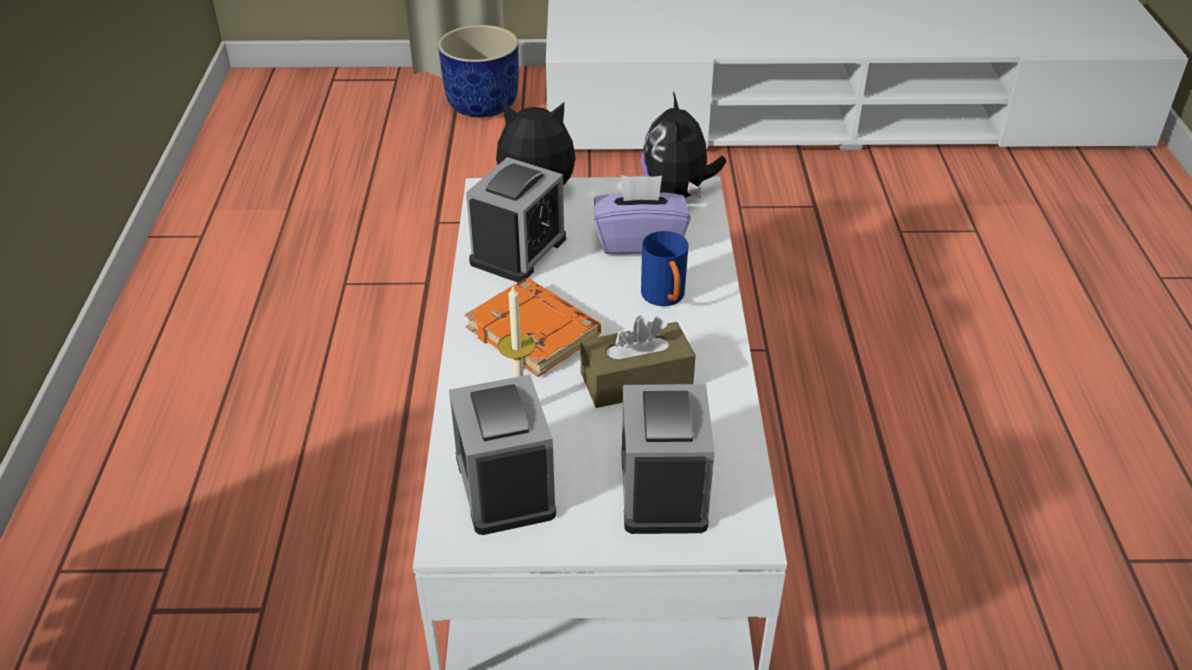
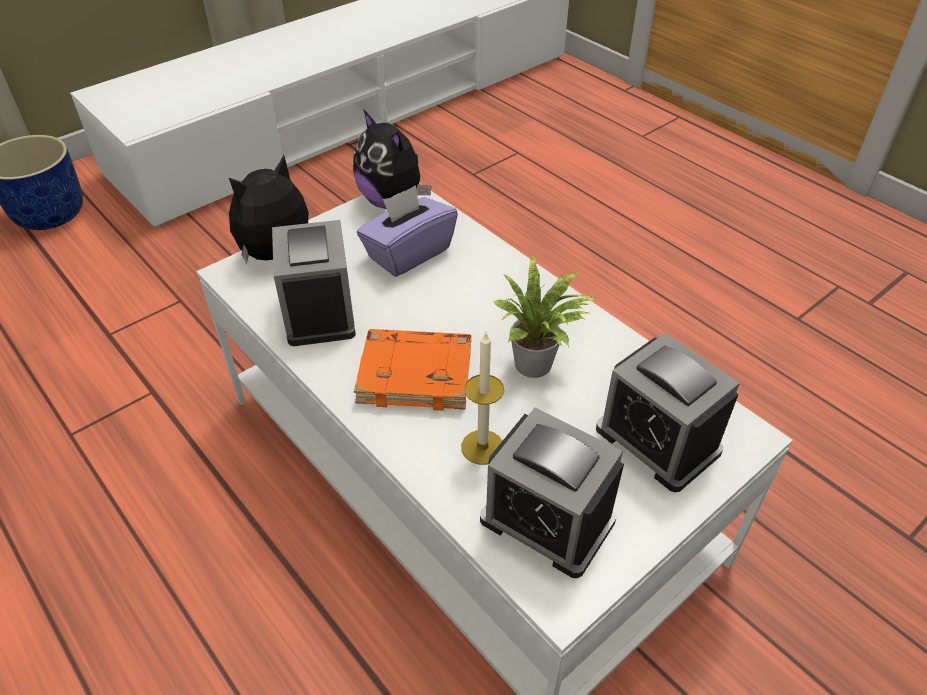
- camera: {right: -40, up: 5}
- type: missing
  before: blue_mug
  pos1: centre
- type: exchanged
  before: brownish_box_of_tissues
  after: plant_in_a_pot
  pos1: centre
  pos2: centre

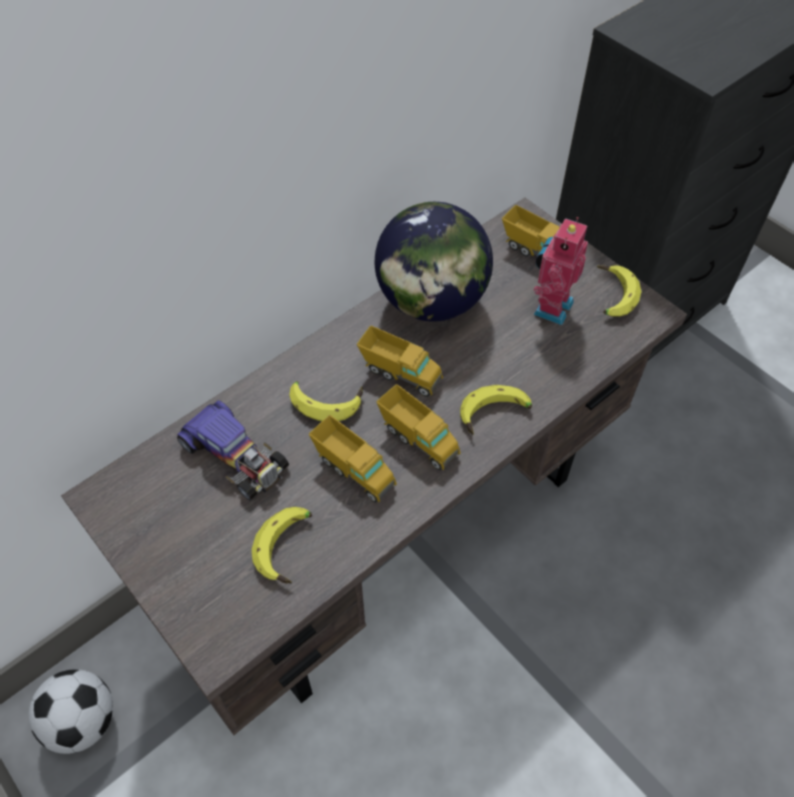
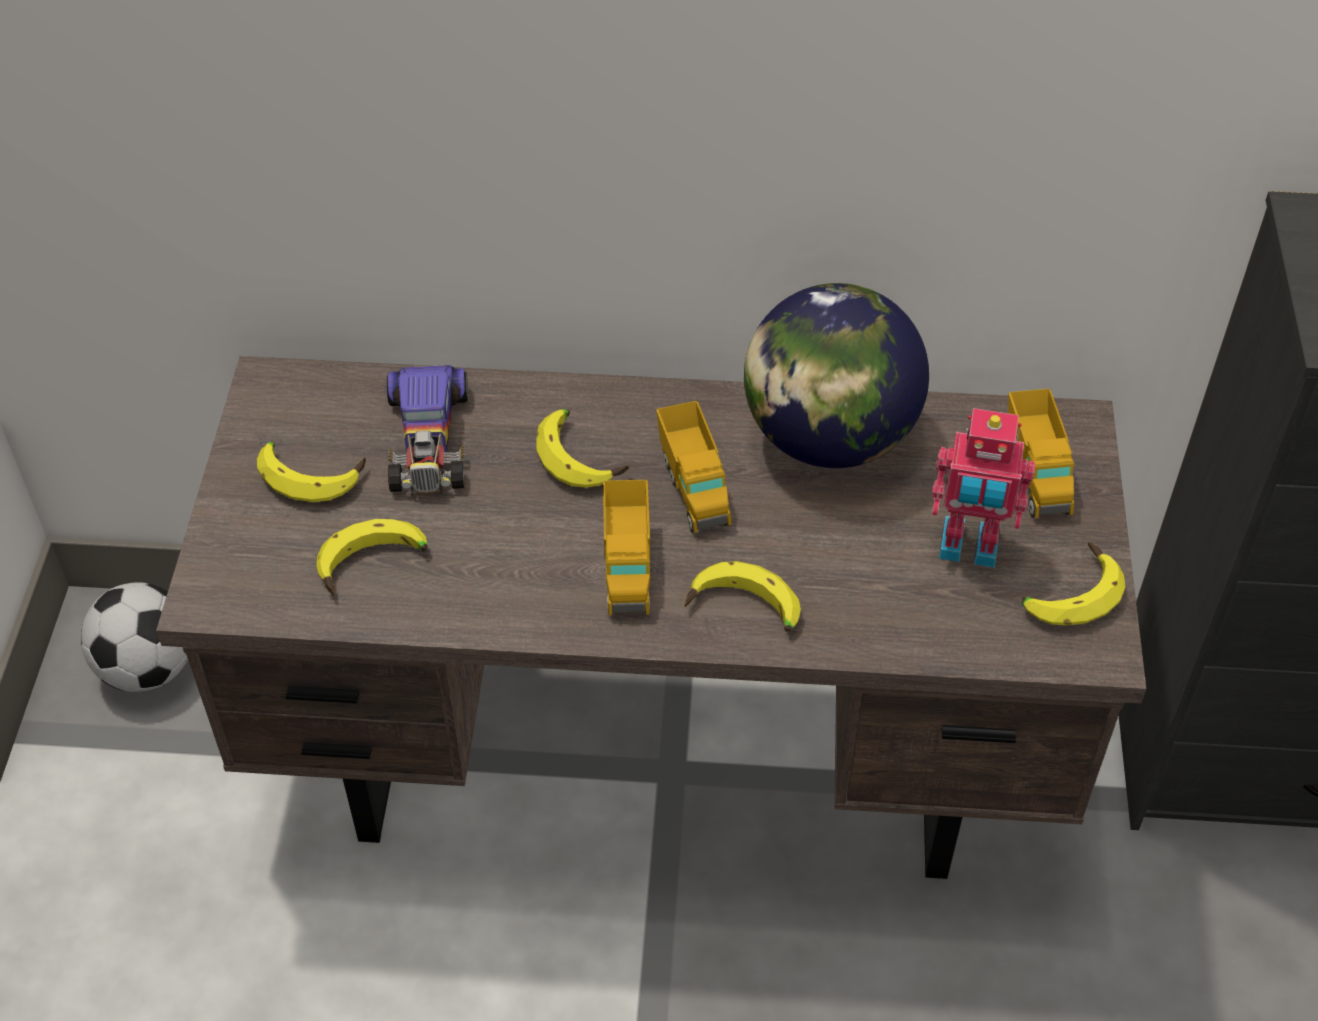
- camera: {right: 45, up: -5}
- type: missing
  before: model_truck (no. 1 from left)
  pos1: centre
- type: appeared
  after: banana (no. 1 from left)
  pos2: middle left
- type: spun
  before: robot_figure
  pos1: middle right
  pos2: middle right
  turn: -150

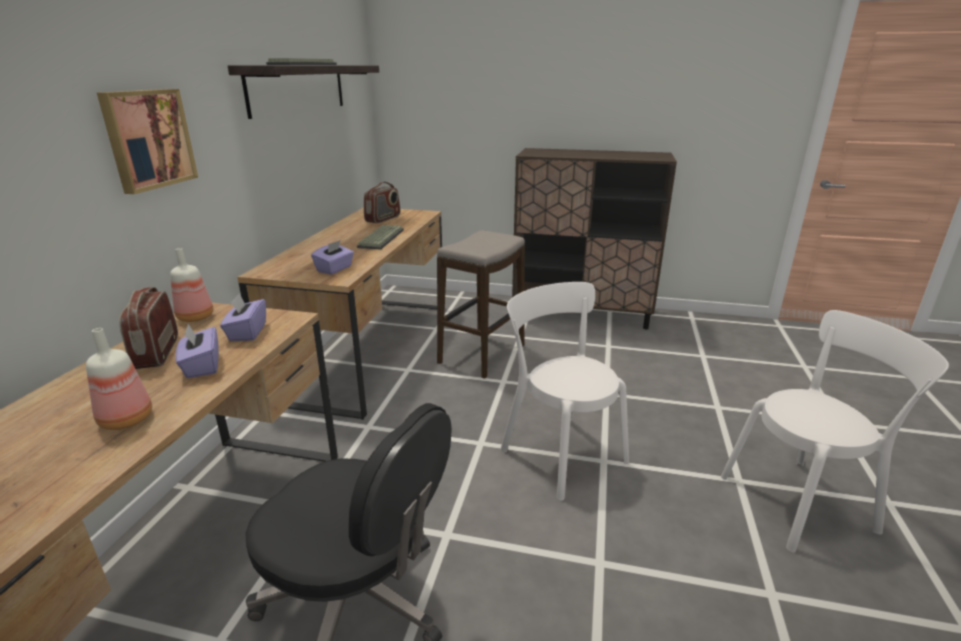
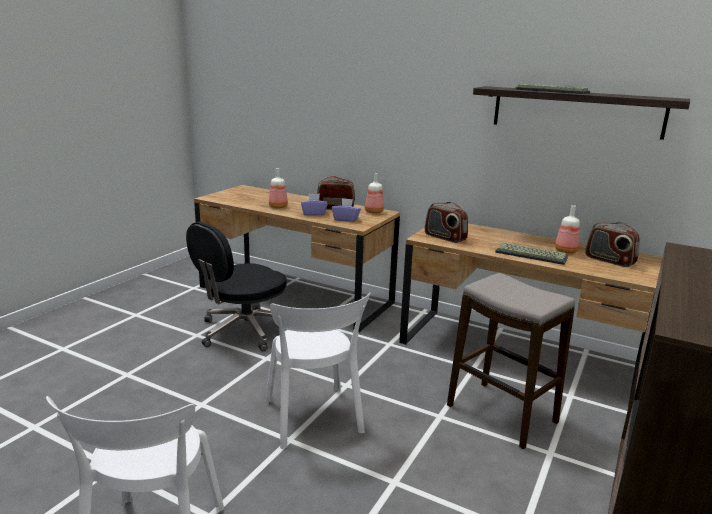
- camera: {right: 105, up: -5}
- type: missing
  before: wall_art
  pos1: top left
- type: appeared
  after: beverage_bottle (no. 3 from left)
  pos2: middle right
- type: exchanged
  before: purplish_box_of_tissues (no. 3 from left)
  after: radio_receiver (no. 2 from left)
  pos1: centre
  pos2: centre
- type: spun
  before: whitish_plain_chair (no. 1 from left in the first image)
  pos1: centre
  pos2: bottom centre
  turn: 90

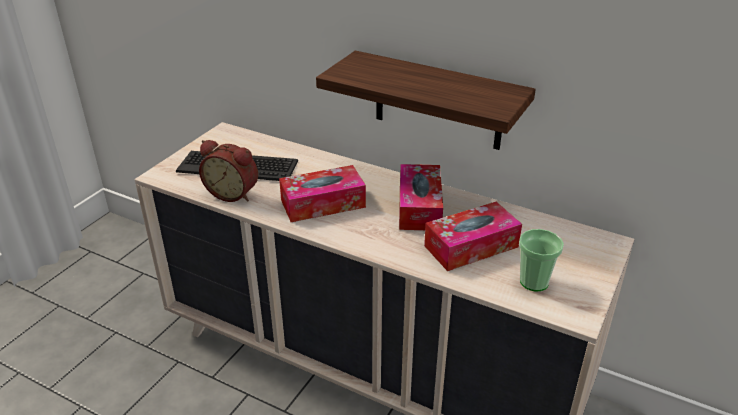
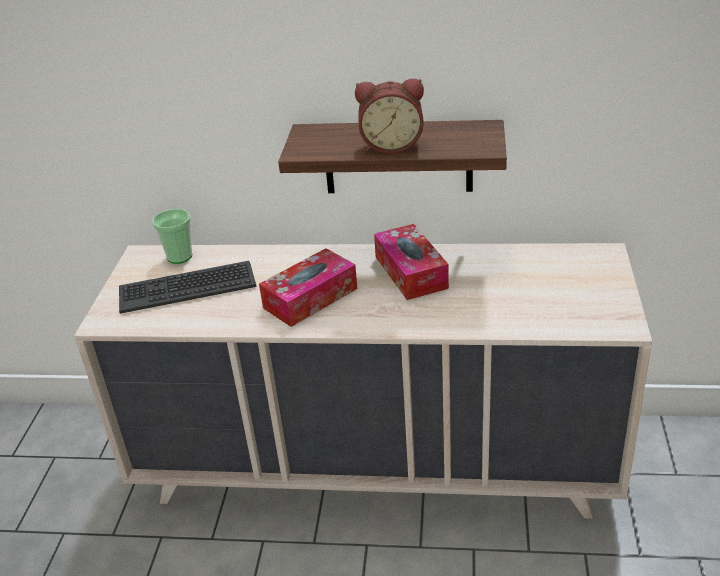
- camera: {right: -20, up: 0}
- type: missing
  before: box_of_tissues (no. 3 from left)
  pos1: centre
- type: relocated
  before: table_clock
  pos1: middle left
  pos2: top centre
- type: relocated
  before: drinking_cup
  pos1: middle right
  pos2: middle left

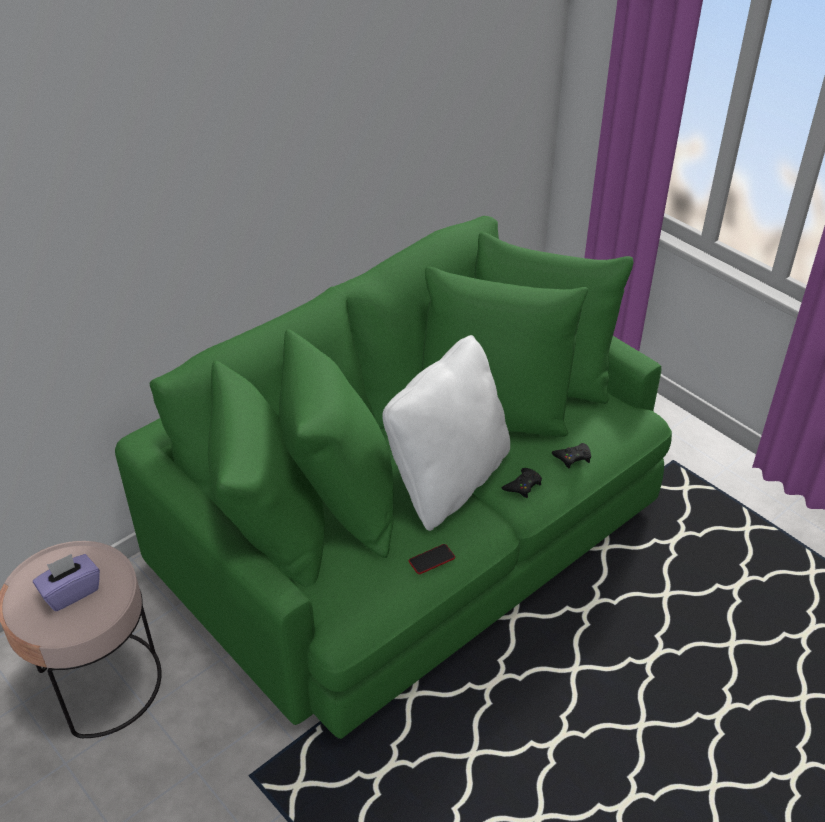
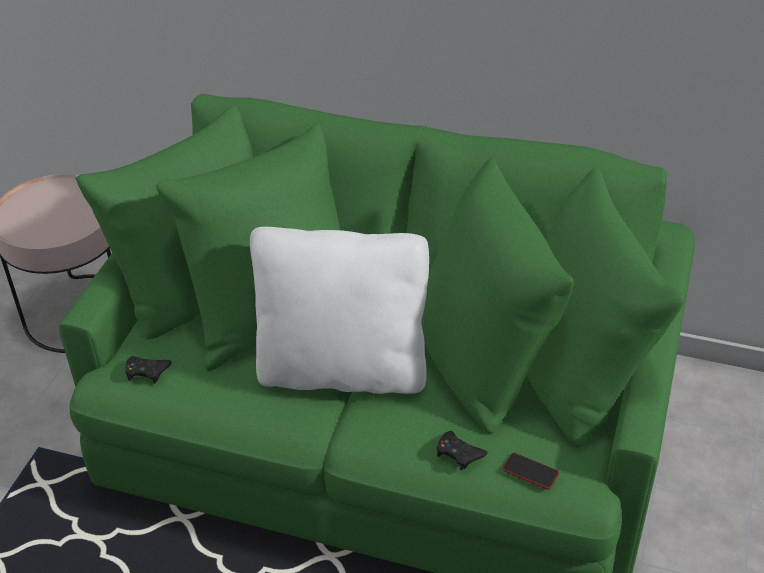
- camera: {right: 60, up: 0}
- type: missing
  before: purplish_box_of_tissues
  pos1: bottom left
- type: relocated
  before: telephone
  pos1: bottom centre
  pos2: bottom right
- type: relocated
  before: black_joypad (no. 1 from left)
  pos1: centre
  pos2: middle left

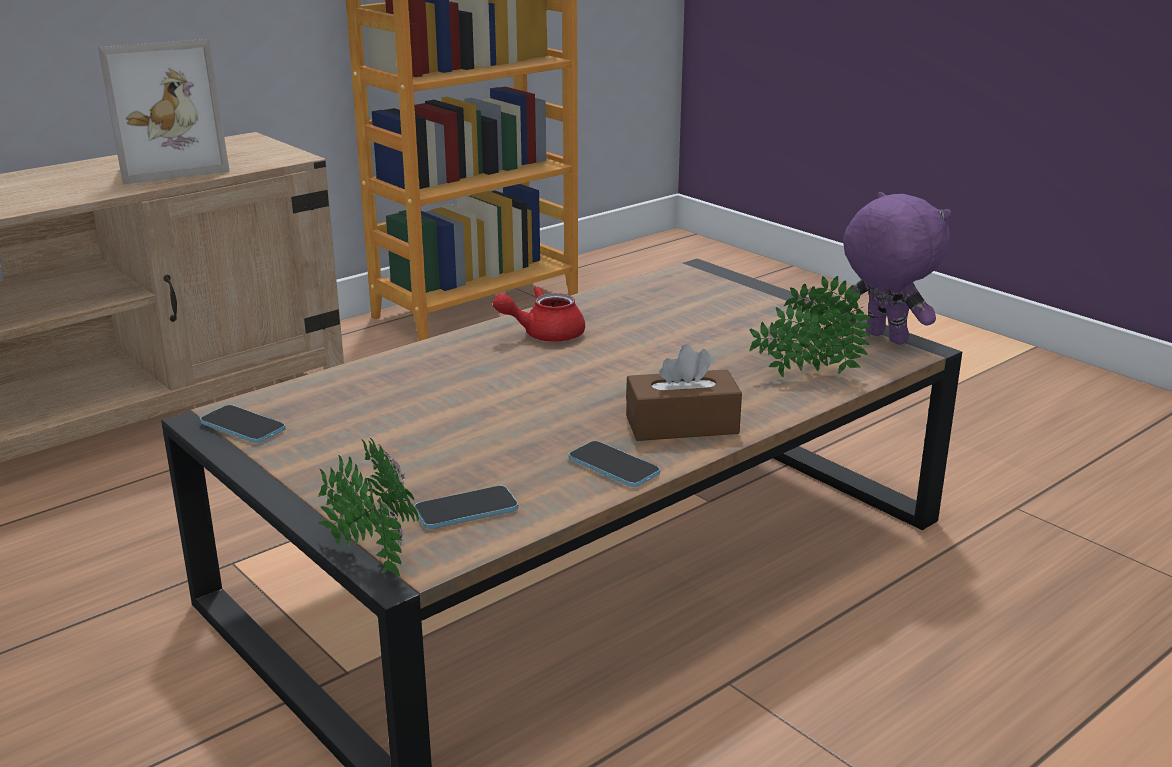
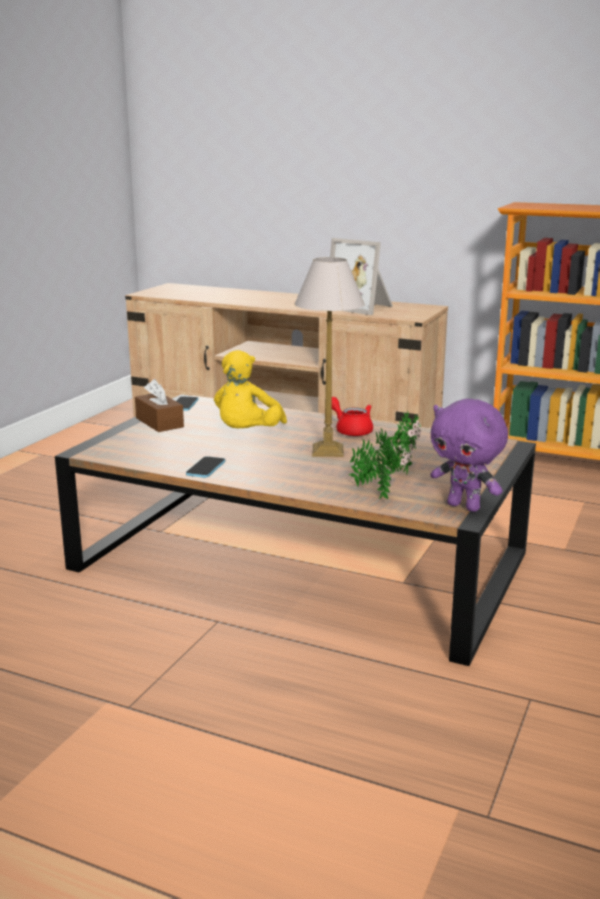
- camera: {right: 65, up: -5}
- type: missing
  before: telephone (no. 2 from left)
  pos1: centre
- type: appeared
  after: yellowish_soft_toy
  pos2: centre
- type: appeared
  after: tabletop_lamp
  pos2: centre
- type: relocated
  before: plant_in_a_pot (no. 1 from left in the first image)
  after: plant_in_a_pot (no. 2 from left)
  pos1: middle left
  pos2: middle right
- type: relocated
  before: brownish_box_of_tissues
  pos1: centre
  pos2: middle left
- type: spun
  before: purplish_soft_toy
  pos1: middle right
  pos2: middle right
  turn: 105

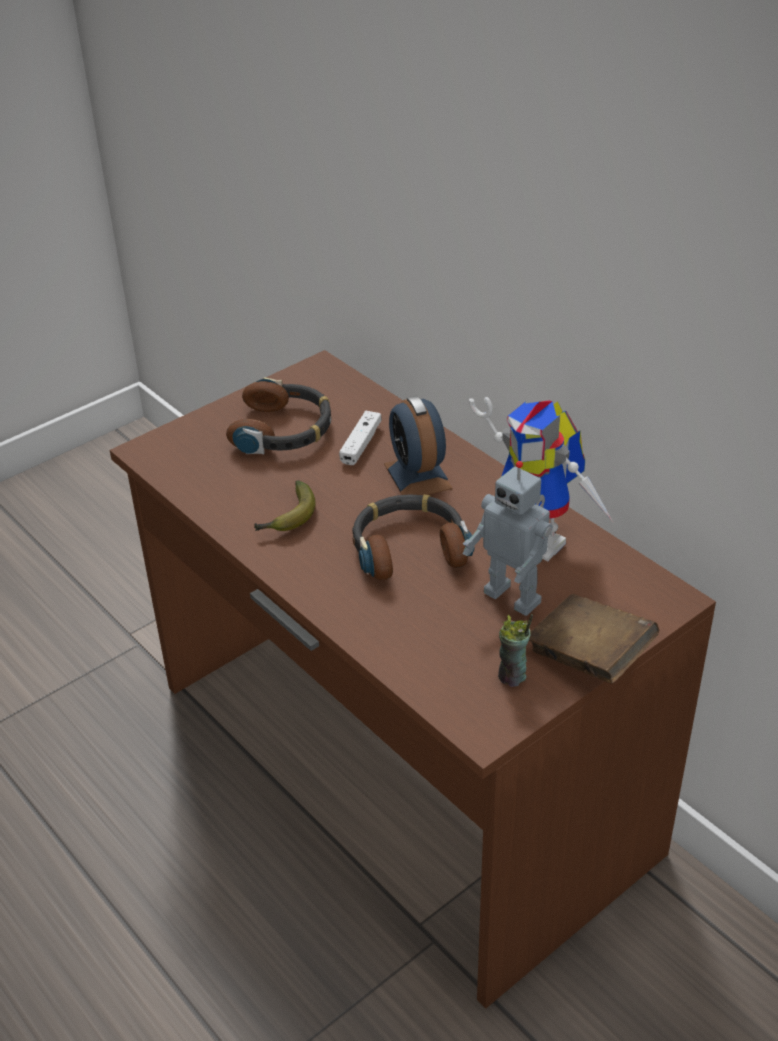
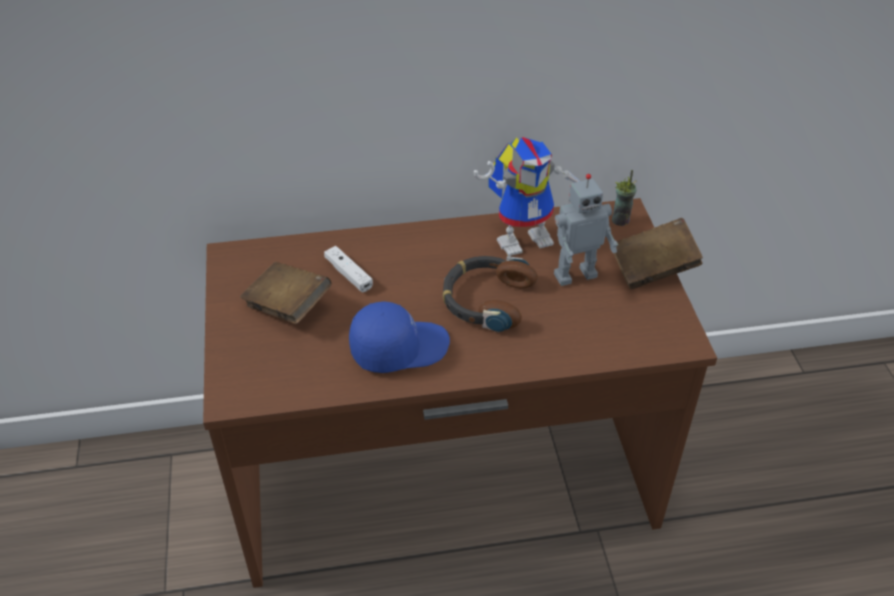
- camera: {right: -60, up: 5}
- type: missing
  before: table_clock
  pos1: centre
- type: relocated
  before: drinking_cup
  pos1: centre
  pos2: top right
- type: exchanged
  before: headphones (no. 1 from left)
  after: brownish_bound_book (no. 1 from left)
  pos1: centre
  pos2: middle left
- type: exchanged
  before: banana
  after: blue_baseball_cap
  pos1: centre
  pos2: centre

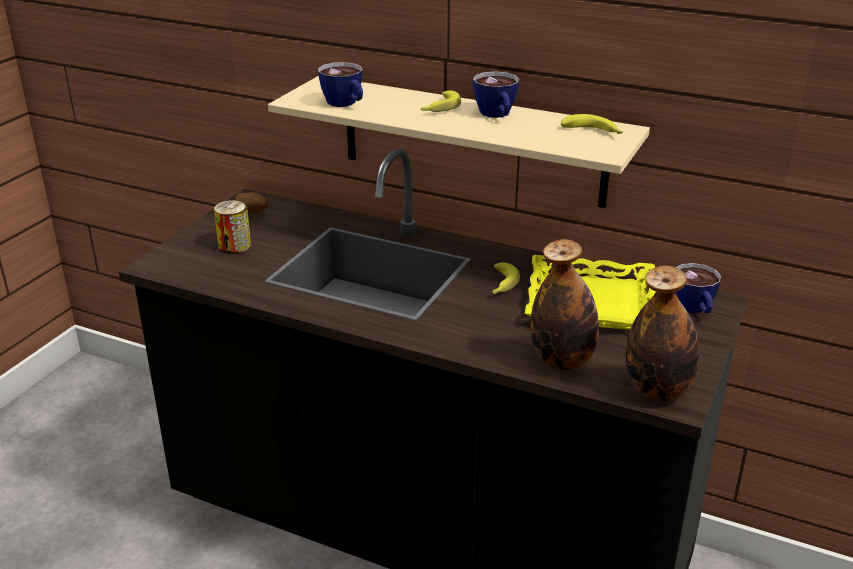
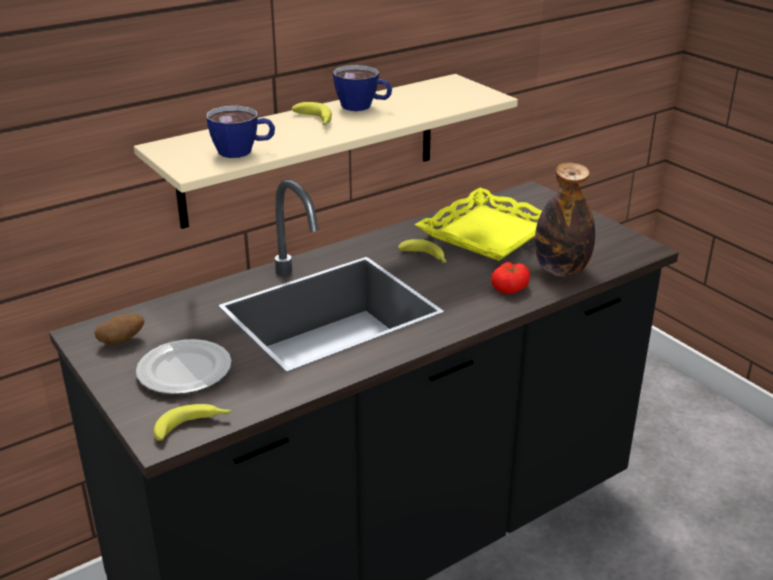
- camera: {right: -60, up: 0}
- type: missing
  before: beverage_bottle (no. 2 from left)
  pos1: middle right
- type: missing
  before: drinking_cup (no. 3 from left)
  pos1: middle right
- type: appeared
  after: fresh_tomato
  pos2: centre
- type: relocated
  before: banana (no. 3 from left in the first image)
  after: banana (no. 1 from left)
  pos1: top right
  pos2: bottom left
- type: exchanged
  before: metal_can
  after: dinner_plate
  pos1: middle left
  pos2: middle left

